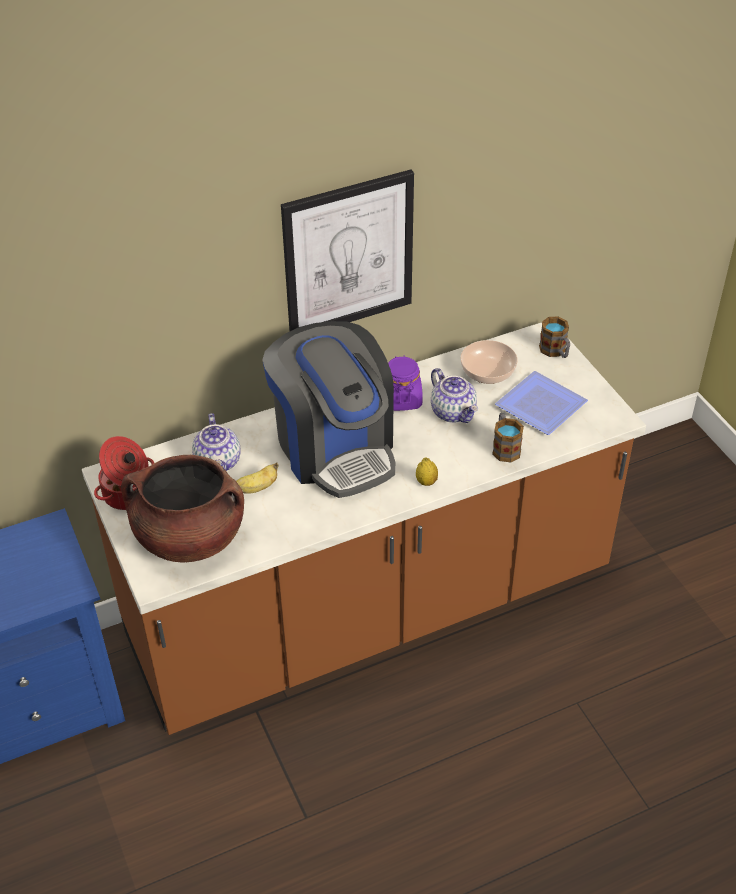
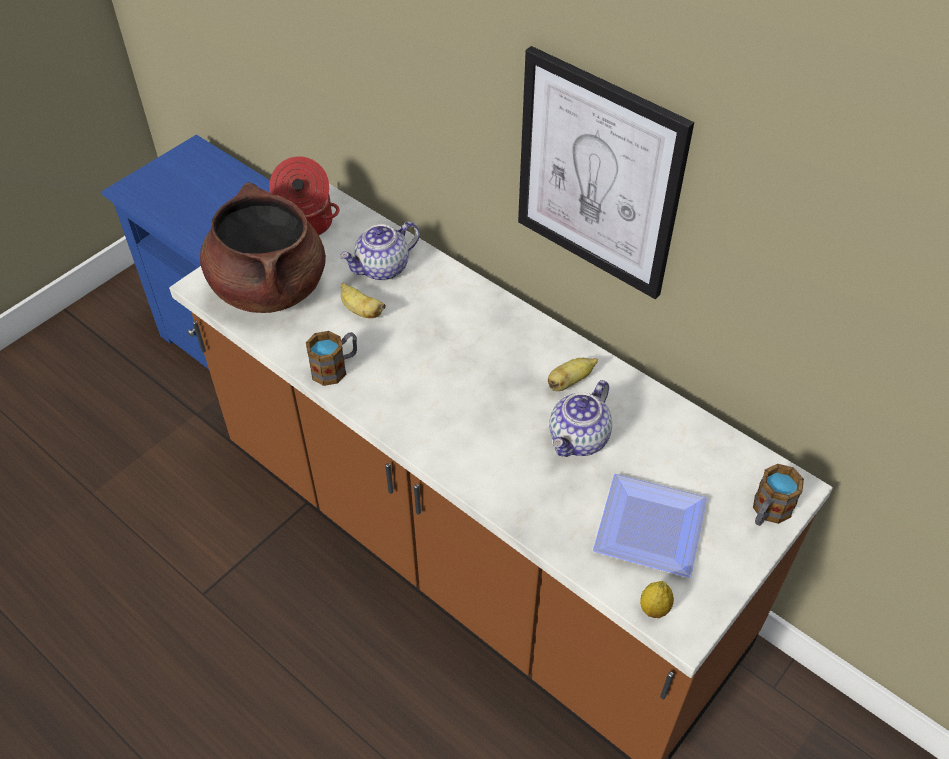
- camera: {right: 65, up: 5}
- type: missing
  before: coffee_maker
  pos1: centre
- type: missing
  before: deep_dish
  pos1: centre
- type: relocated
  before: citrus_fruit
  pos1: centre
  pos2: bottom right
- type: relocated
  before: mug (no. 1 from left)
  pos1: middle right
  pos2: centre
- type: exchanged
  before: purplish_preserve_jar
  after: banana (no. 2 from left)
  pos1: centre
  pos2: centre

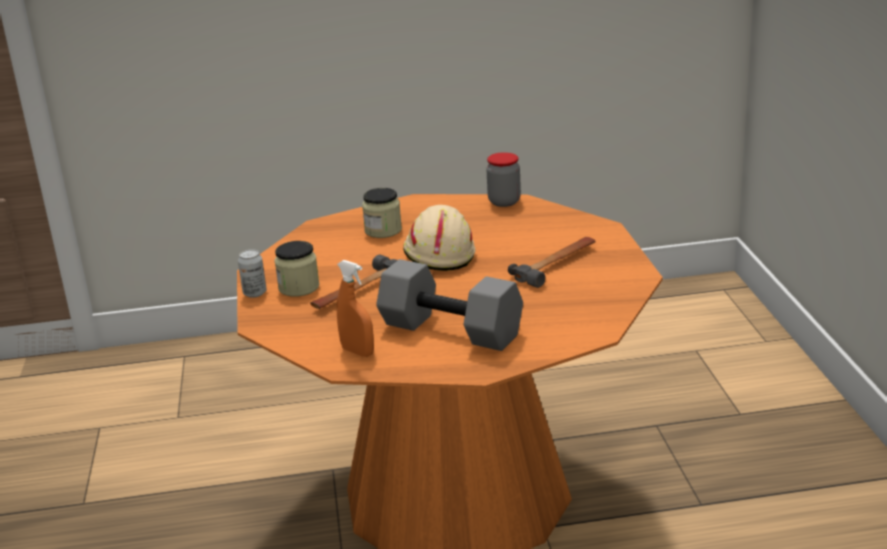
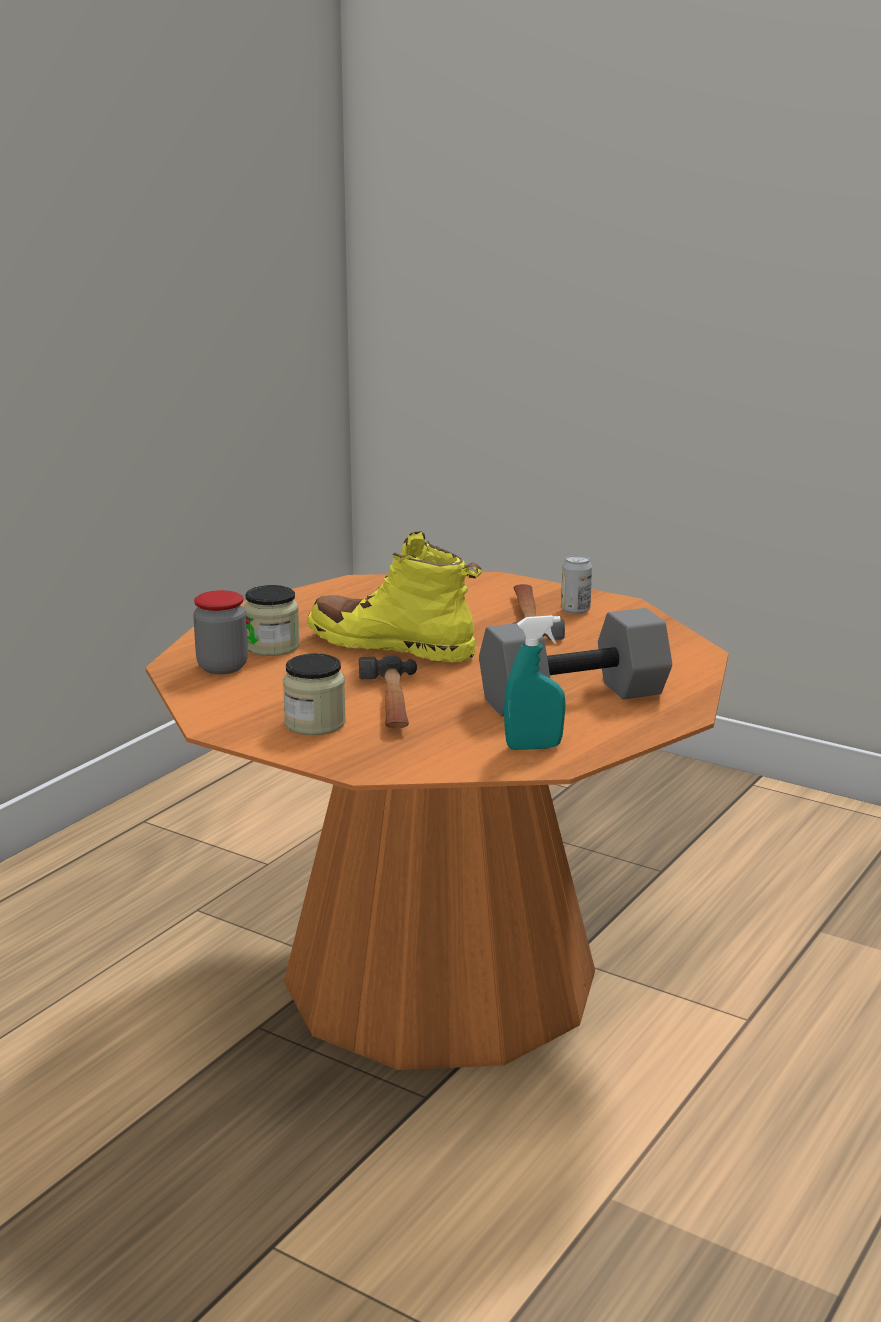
- camera: {right: -50, up: -5}
- type: relocated
  before: metal_can
  pos1: middle left
  pos2: centre
- type: relocated
  before: preserve_jar (no. 3 from left in the first image)
  after: preserve_jar (no. 1 from left)
  pos1: top centre
  pos2: middle left
- type: exchanged
  before: beige-coloured_hard_hat
  after: yellowish_tall_boot
  pos1: centre
  pos2: centre
- type: colour
  before: orangey_sprayer
  after: blue-green_sprayer
  pos1: centre
  pos2: centre

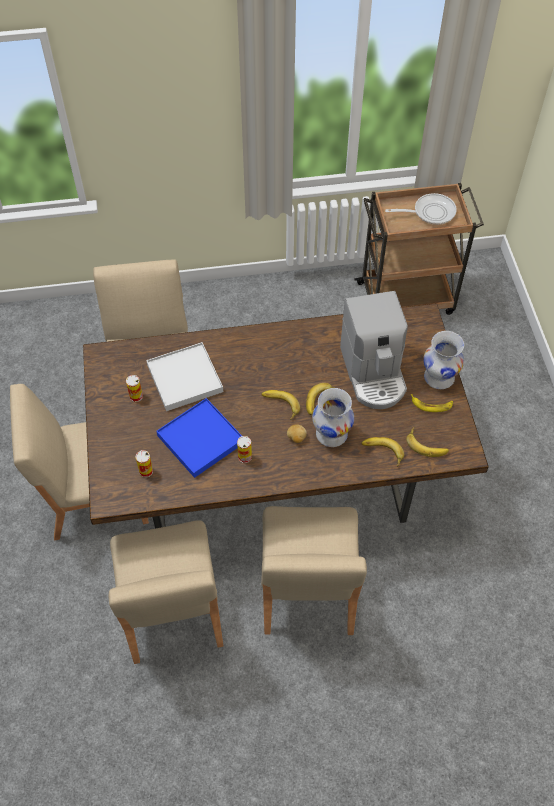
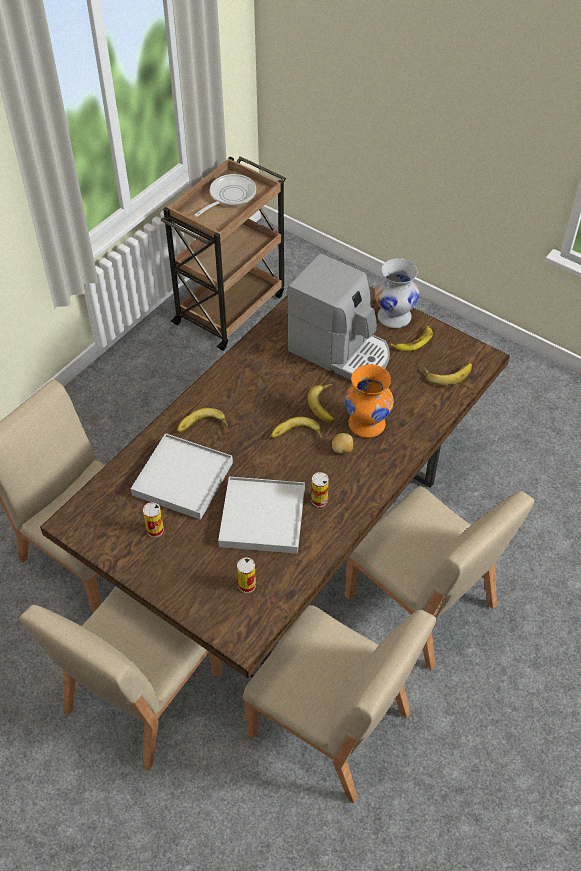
- camera: {right: -45, up: -5}
- type: relocated
  before: banana (no. 3 from left in the first image)
  after: banana (no. 1 from left)
  pos1: middle right
  pos2: centre
- type: colour
  before: blue_carrying_tray
  after: whitish_carrying_tray (no. 2 from left)
  pos1: centre
  pos2: centre
- type: colour
  before: whitish_vase (no. 1 from left)
  after: orangey_vase
  pos1: centre
  pos2: centre

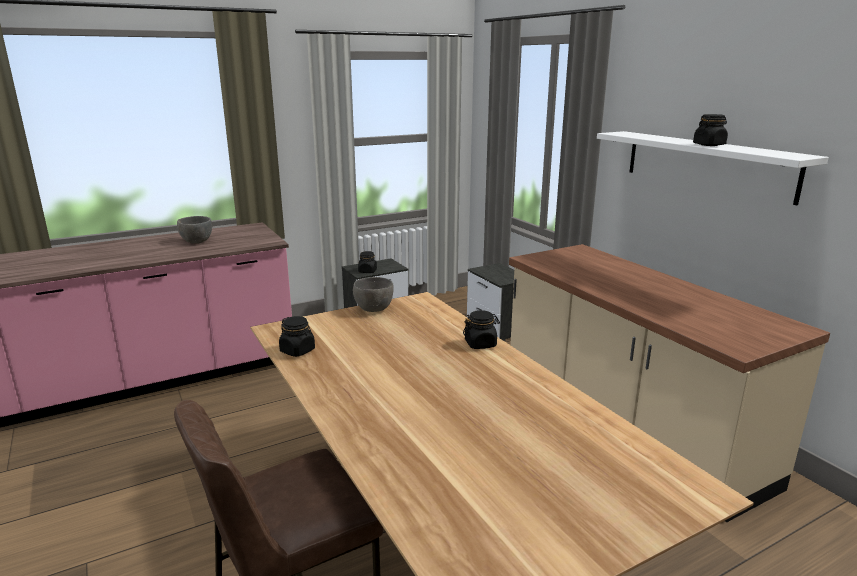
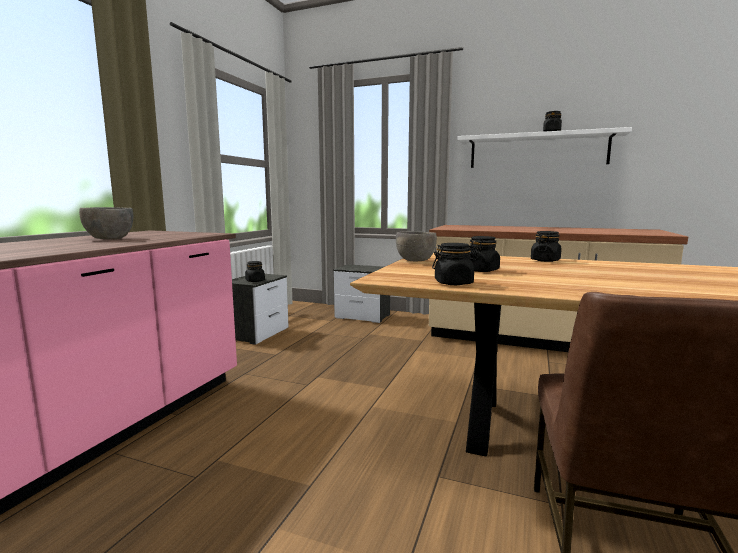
- camera: {right: -40, up: -10}
- type: appeared
  after: black_preserve_jar (no. 3 from left)
  pos2: centre

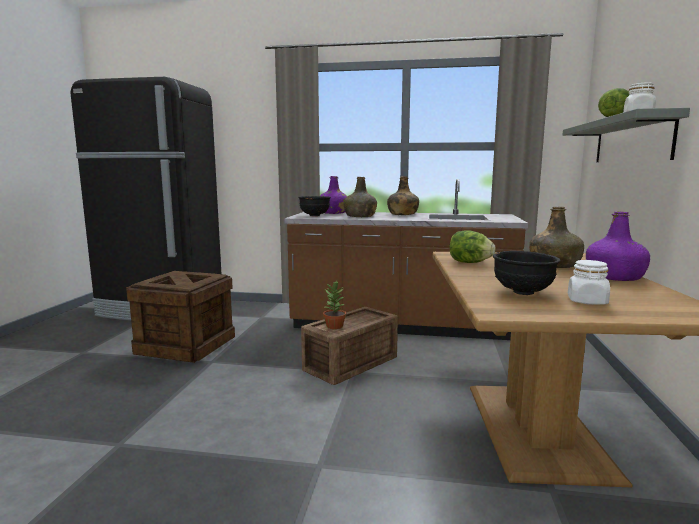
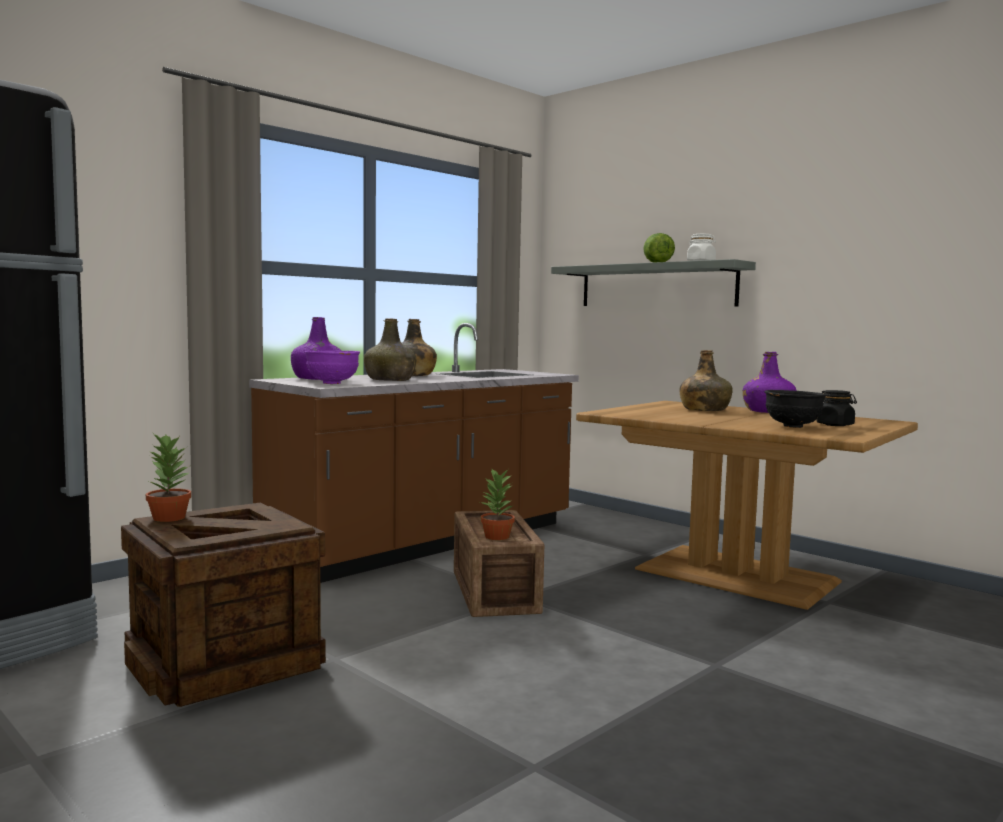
- camera: {right: -55, up: -5}
- type: missing
  before: lettuce_head (no. 1 from left)
  pos1: middle right
- type: appeared
  after: plant_in_a_pot (no. 1 from left)
  pos2: middle left
- type: colour
  before: black_deep_dish (no. 1 from left)
  after: purplish_deep_dish
  pos1: centre
  pos2: middle left
- type: colour
  before: whitish_preserve_jar (no. 1 from left)
  after: black_preserve_jar
  pos1: middle right
  pos2: middle right

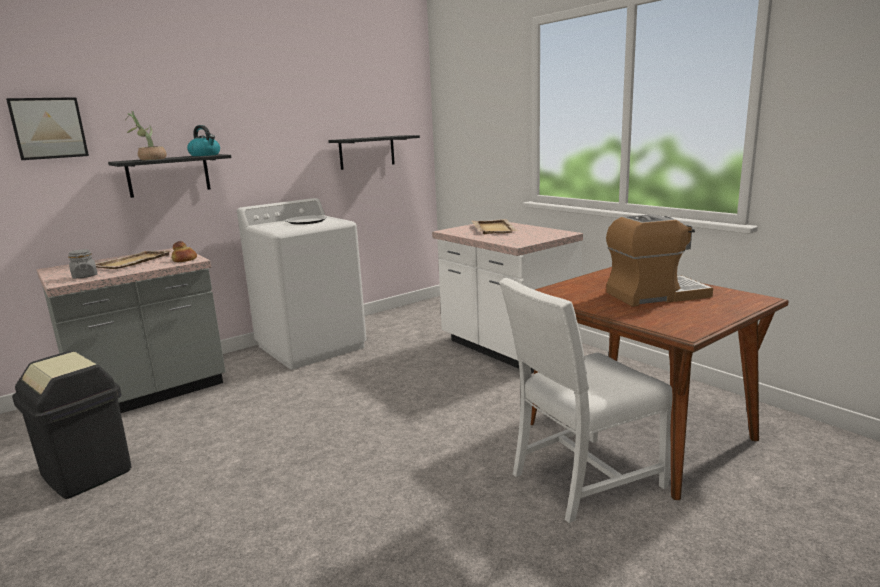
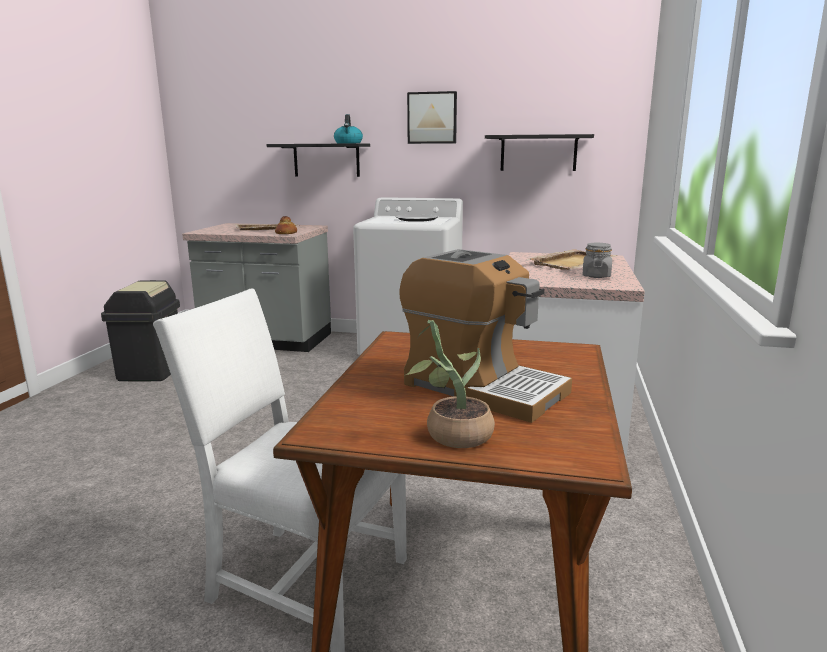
- camera: {right: 50, up: 0}
- type: relocated
  before: wall_art
  pos1: top left
  pos2: top centre
- type: relocated
  before: greyish_preserve_jar
  pos1: middle left
  pos2: middle right
- type: relocated
  before: plant_in_a_pot
  pos1: top left
  pos2: centre

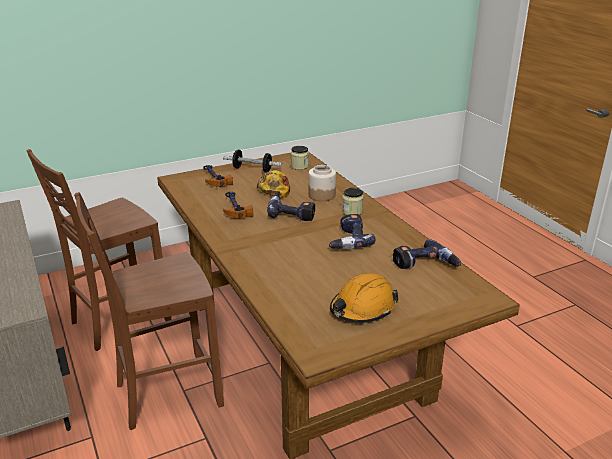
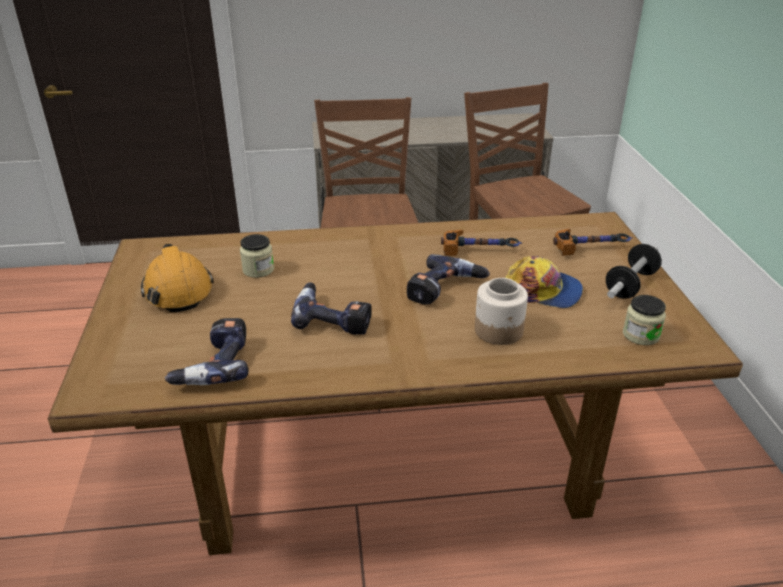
- camera: {right: 110, up: 5}
- type: relocated
  before: preserve_jar (no. 3 from left in the first image)
  after: preserve_jar (no. 1 from left)
  pos1: centre
  pos2: middle left

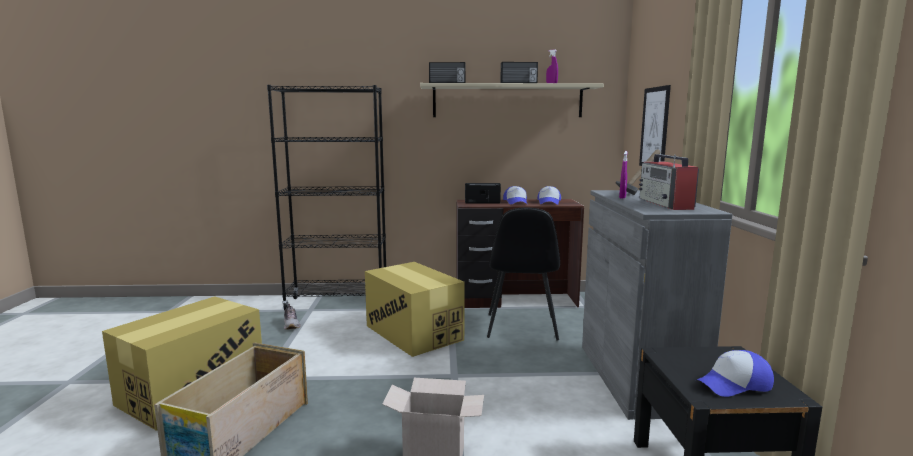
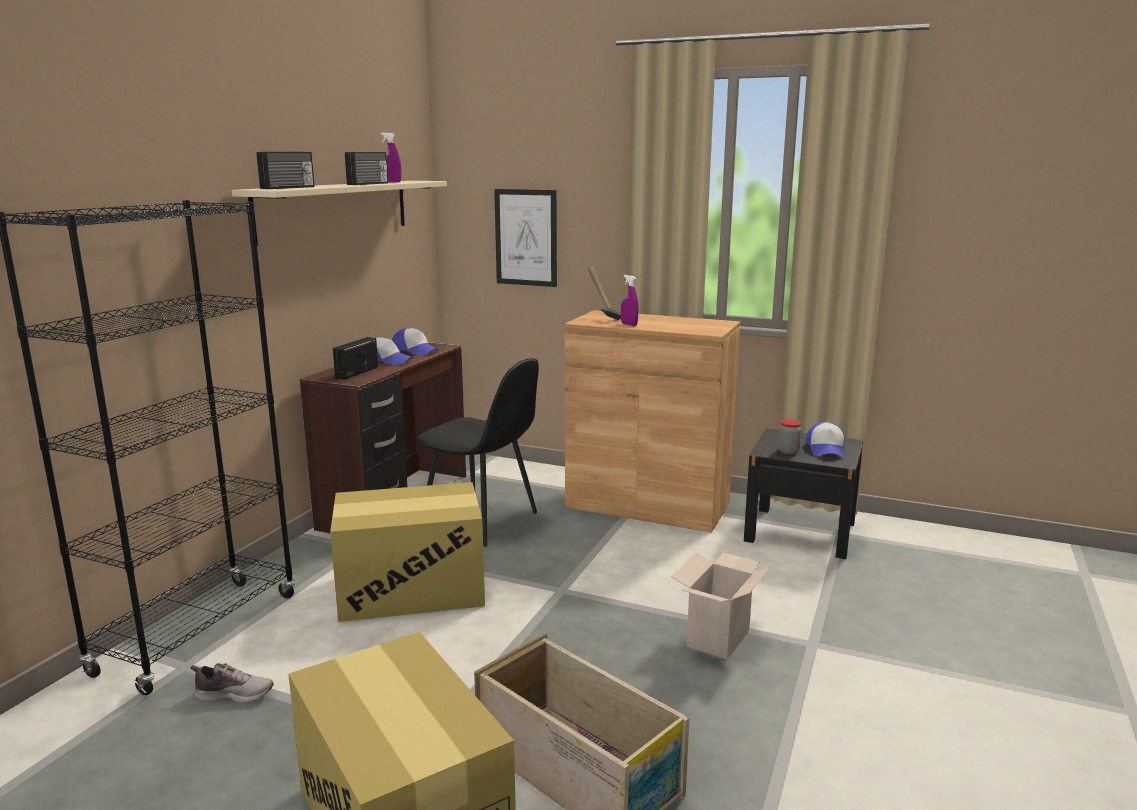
- camera: {right: -65, up: 5}
- type: missing
  before: radio_receiver (no. 4 from left)
  pos1: middle right
- type: appeared
  after: preserve_jar
  pos2: middle right
- type: colour
  before: greyish_cabinet
  after: brownish_cabinet
  pos1: bottom right
  pos2: centre

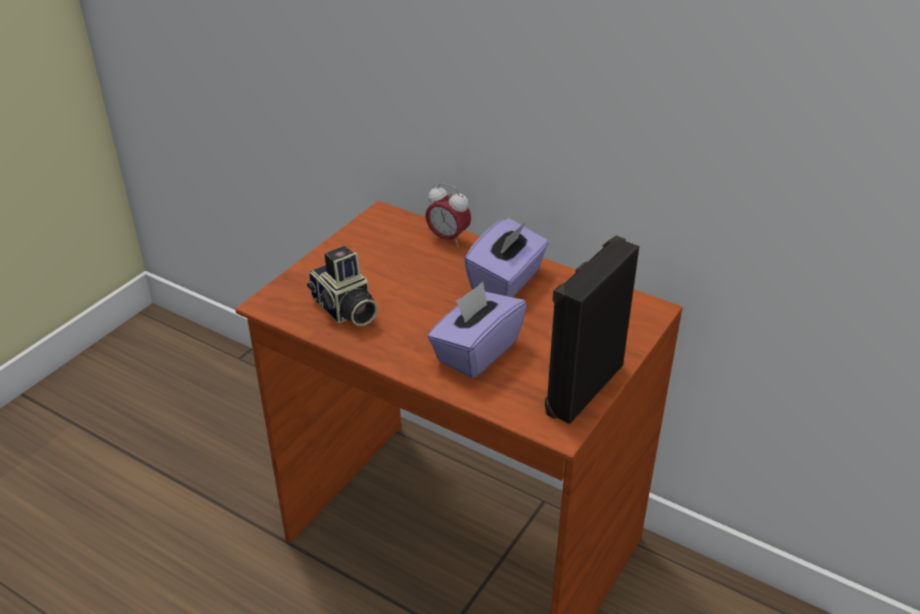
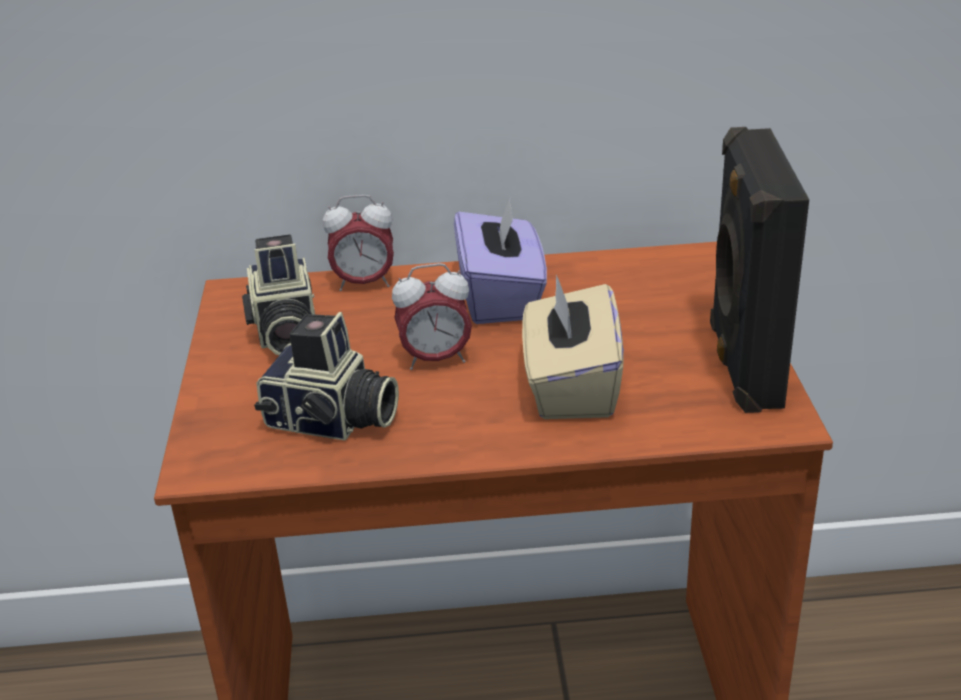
- camera: {right: -35, up: -5}
- type: appeared
  after: photo_camera (no. 1 from left)
  pos2: middle left
- type: appeared
  after: table_clock (no. 2 from left)
  pos2: centre
- type: colour
  before: purplish_box_of_tissues (no. 1 from left)
  after: beige-coloured_box_of_tissues
  pos1: centre
  pos2: centre

